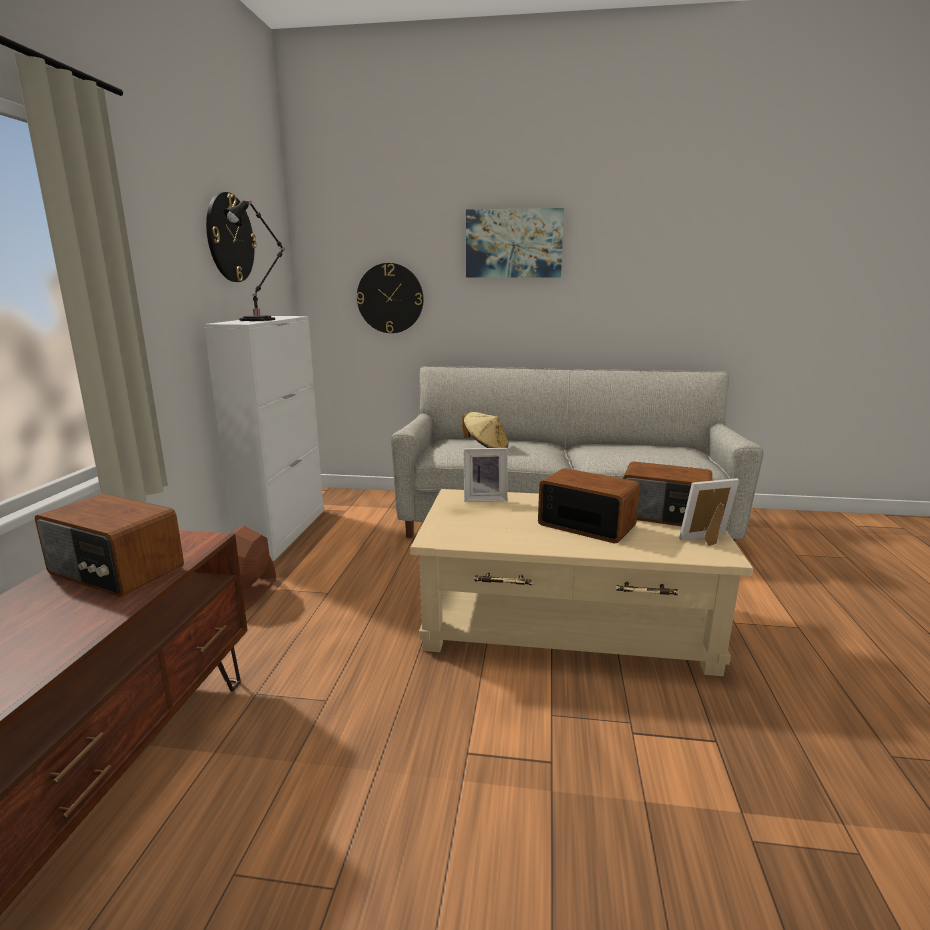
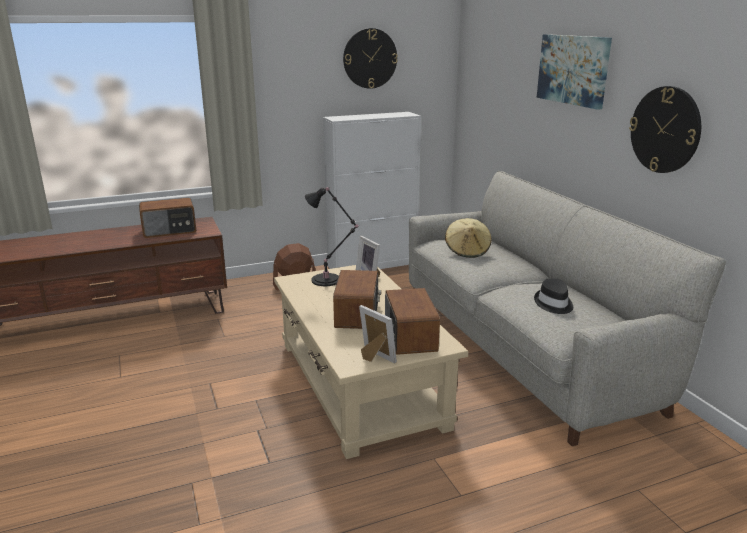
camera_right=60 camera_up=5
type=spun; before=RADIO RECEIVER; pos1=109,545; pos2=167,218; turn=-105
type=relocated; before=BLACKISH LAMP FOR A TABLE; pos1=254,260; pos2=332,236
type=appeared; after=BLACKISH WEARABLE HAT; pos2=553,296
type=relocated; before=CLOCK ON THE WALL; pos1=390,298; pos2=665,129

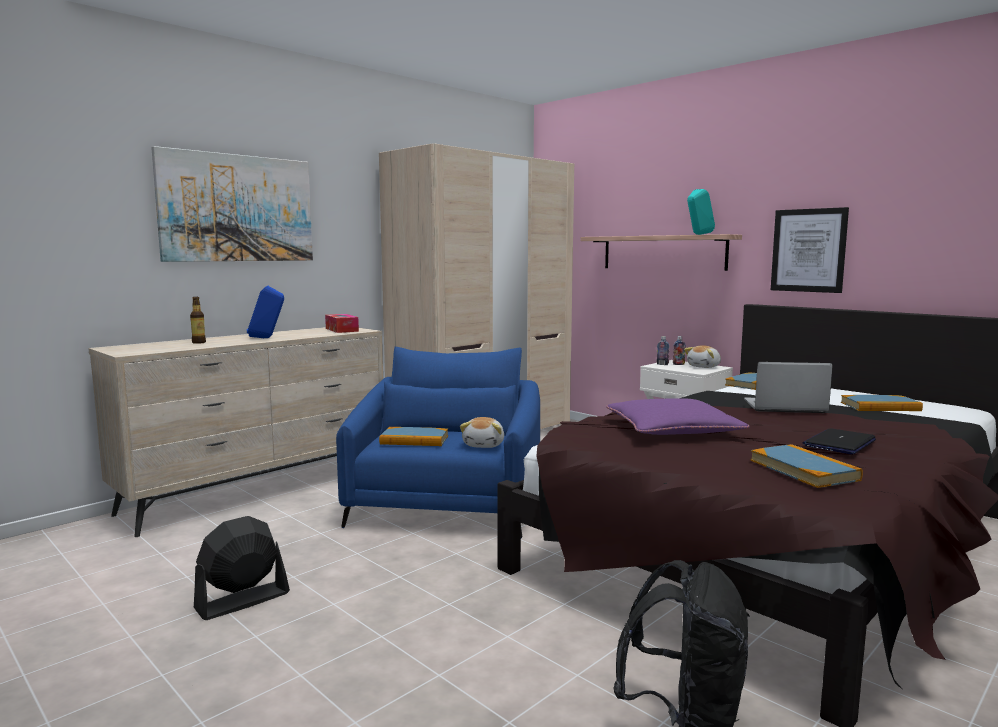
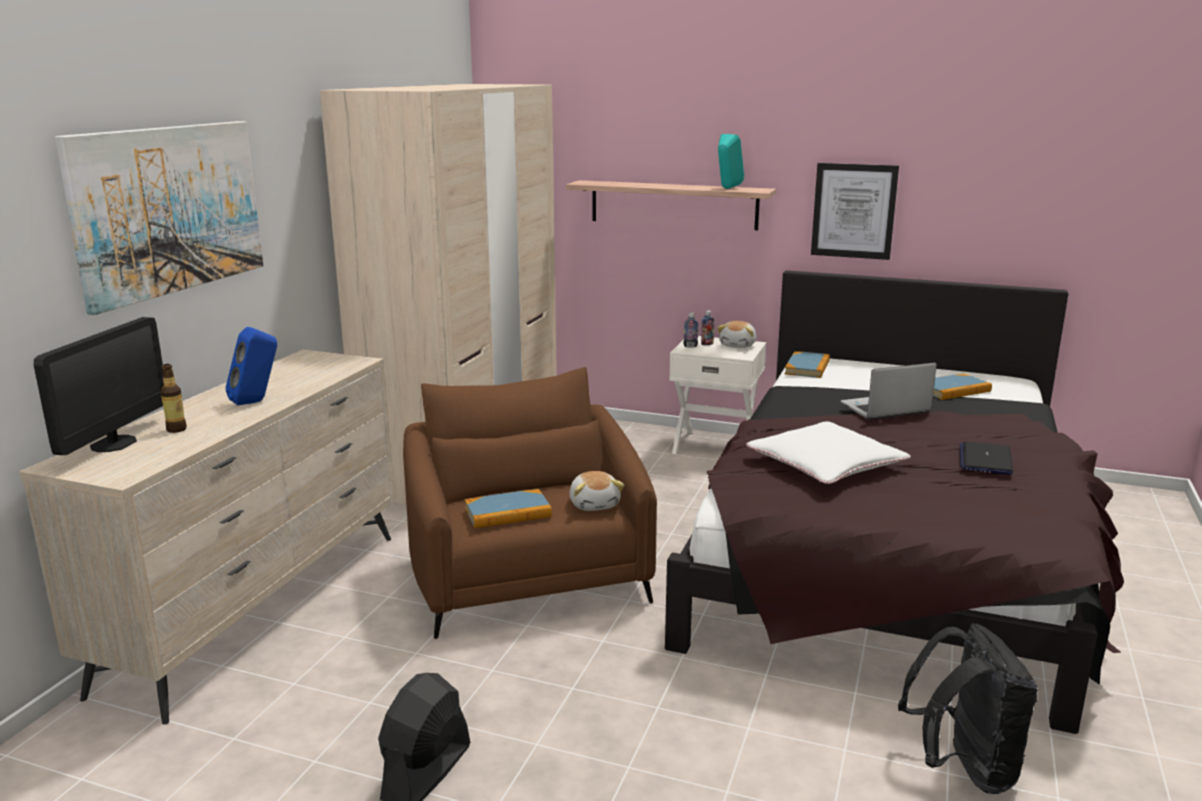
camera_right=-25 camera_up=10
type=appeared; after=COMPUTER SCREEN; pos2=99,386
type=colour; before=BLUE LOUNGE CHAIR; after=BROWN-COLOURED LOUNGE CHAIR; pos1=438,443; pos2=530,503
type=colour; before=PURPLE THROW PILLOW; after=WHITISH THROW PILLOW; pos1=677,416; pos2=828,452
type=missing; before=TISSUE HOLDER; pos1=342,323
type=missing; before=BOUND BOOK; pos1=806,466

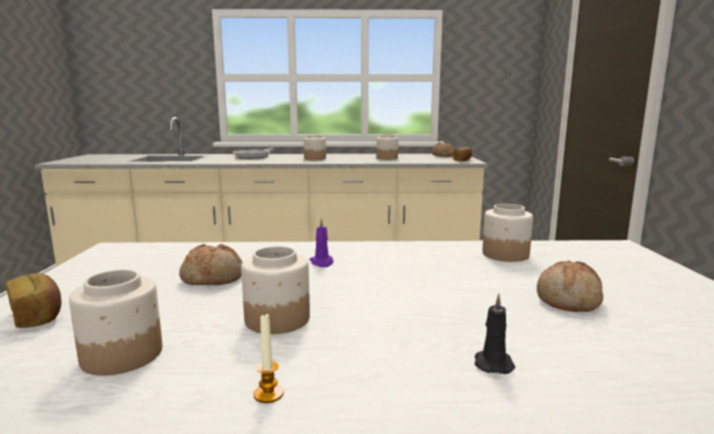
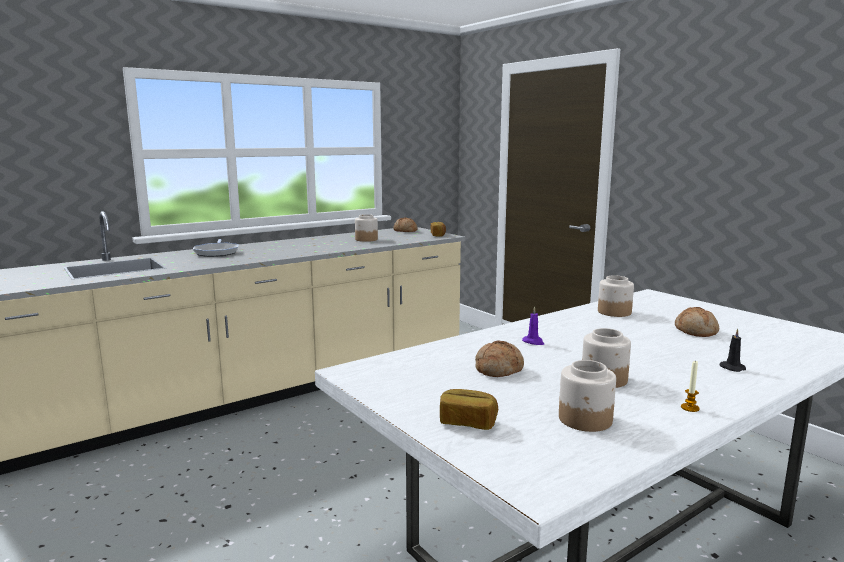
camera_right=-35 camera_up=0
type=missing; before=PRESERVE JAR; pos1=315,147

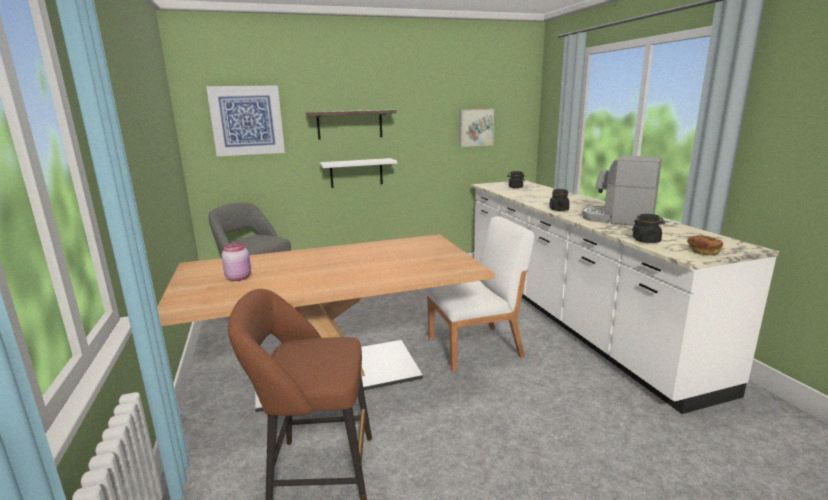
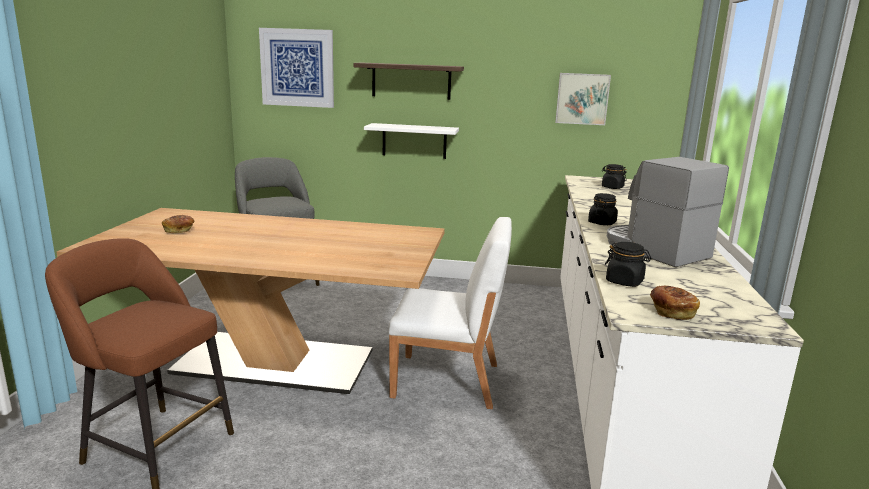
camera_right=25 camera_up=0
type=exchanged; before=PINKISH PRESERVE JAR; after=BAKED BREAD; pos1=236,262; pos2=178,224

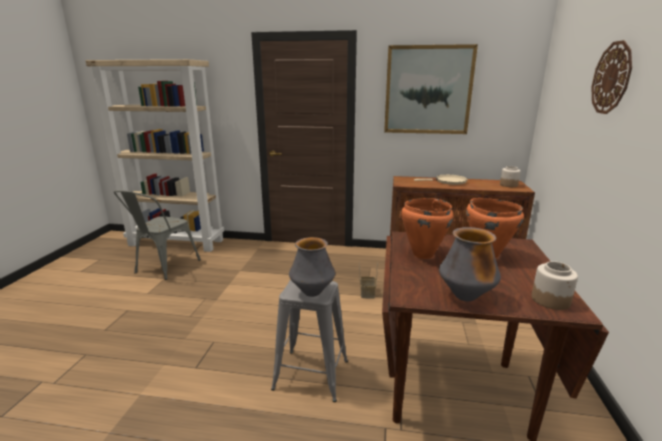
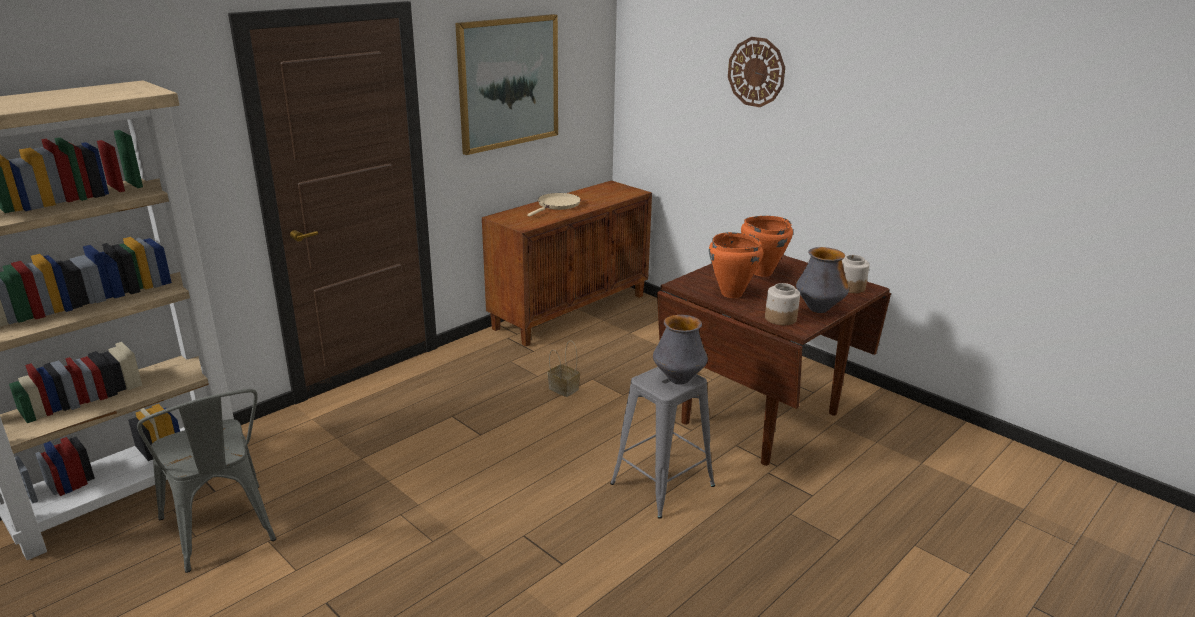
camera_right=-55 camera_up=5
type=relocated; before=PRESERVE JAR; pos1=510,176; pos2=782,304

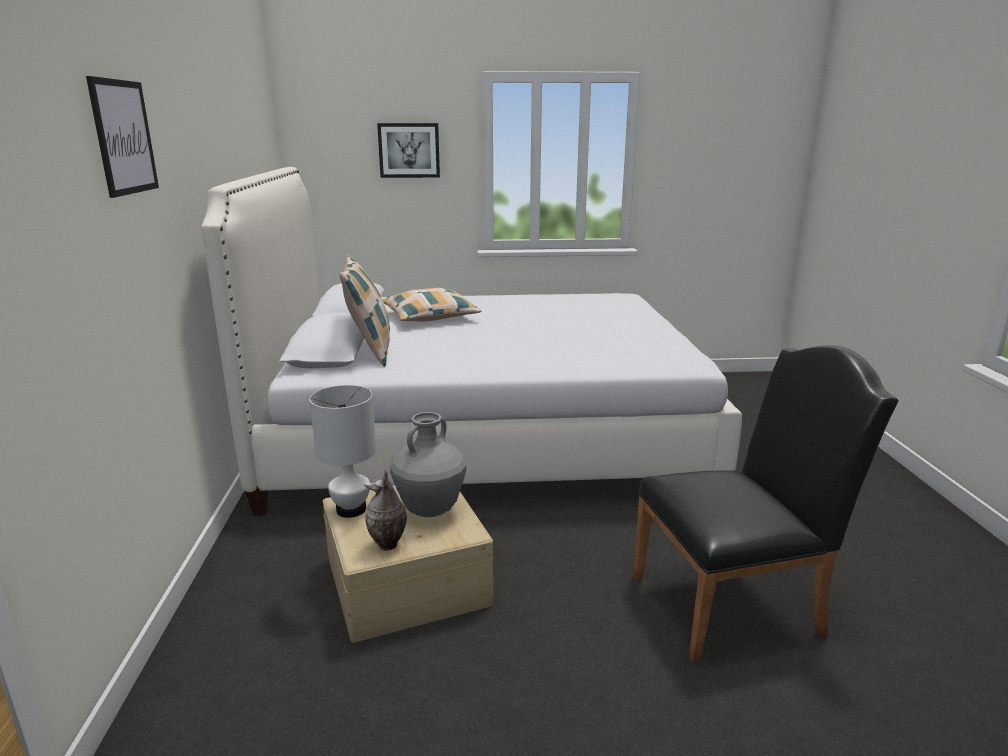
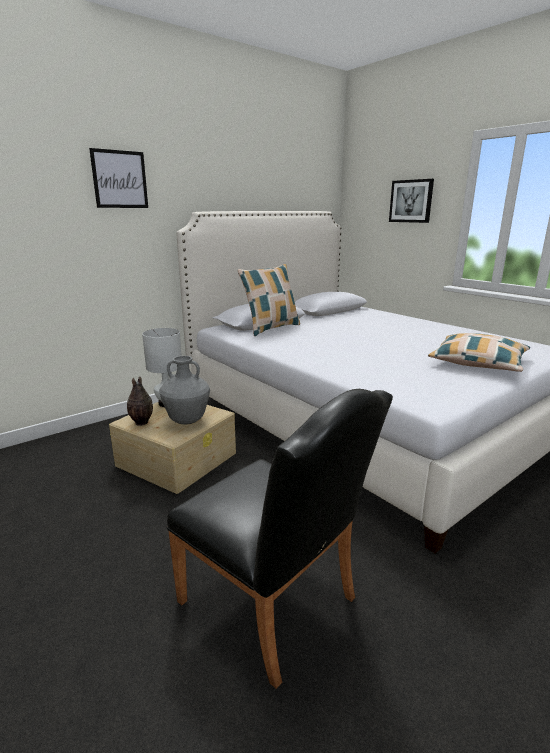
camera_right=55 camera_up=0
type=relocated; before=THROW PILLOW; pos1=432,305; pos2=479,352

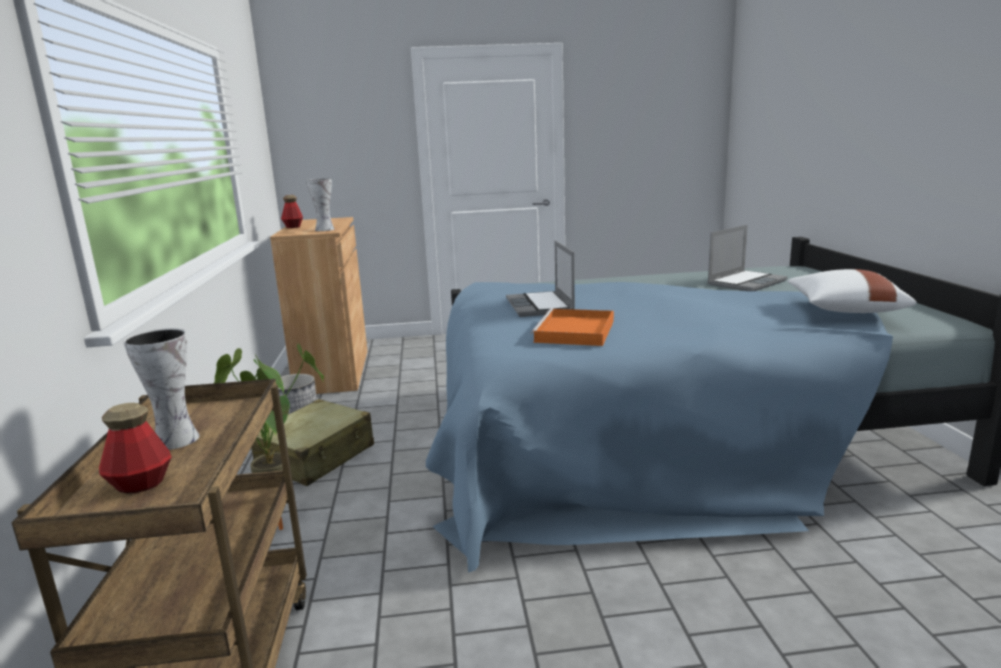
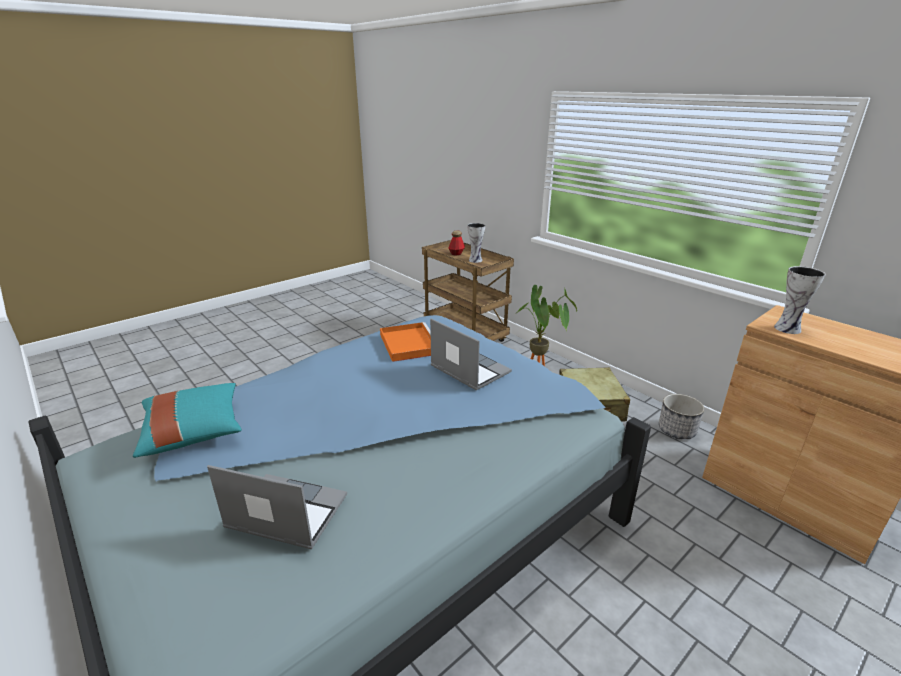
camera_right=145 camera_up=10
type=colour; before=WHITISH THROW PILLOW; after=TURQUOISE-COLOURED THROW PILLOW; pos1=851,291; pos2=187,420
type=spun; before=LAPTOP; pos1=747,258; pos2=277,507; turn=90
type=missing; before=DRINK BOTTLE; pos1=292,211

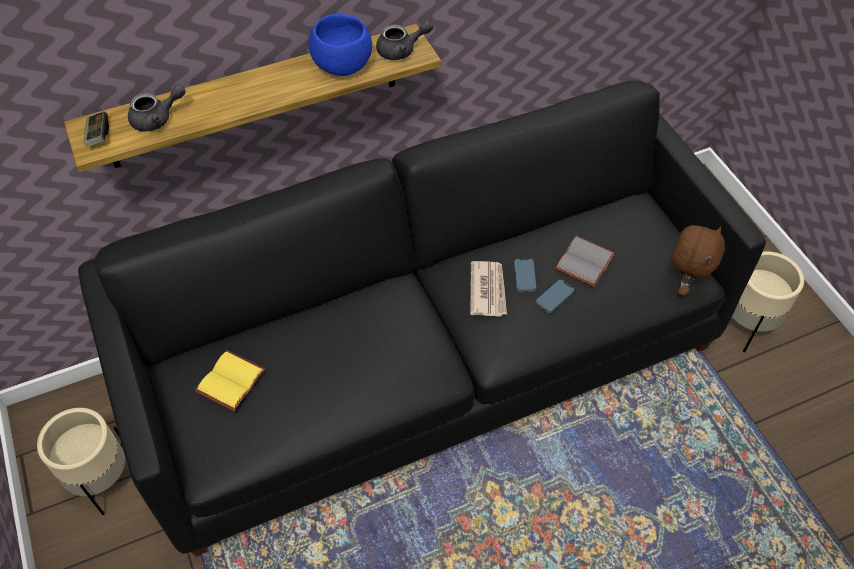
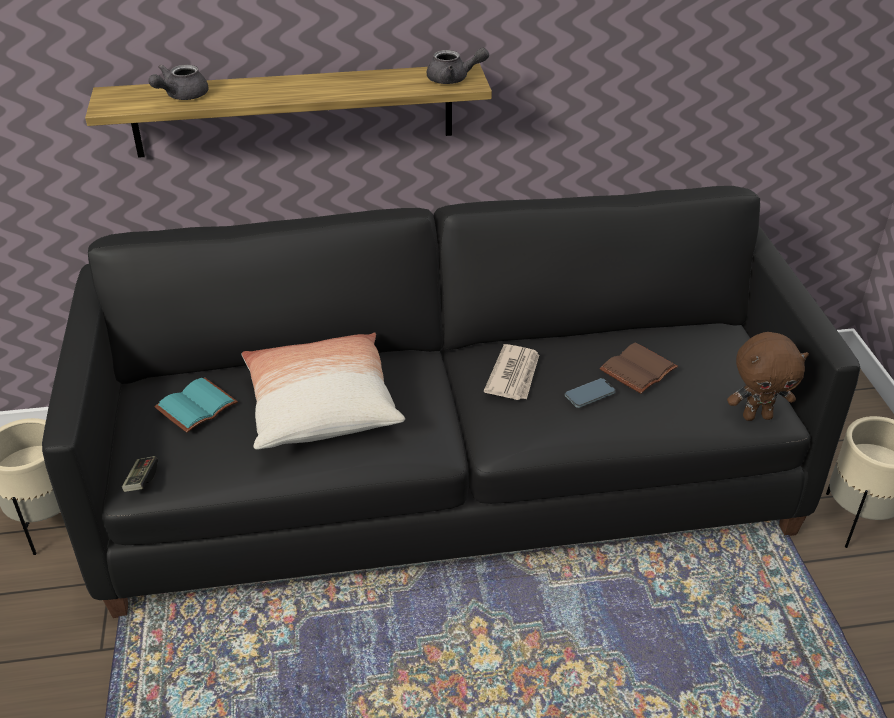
camera_right=15 camera_up=-15
type=relocated; before=GAME CONTROLLER; pos1=96,129; pos2=140,474
type=spun; before=GREYISH TEAPOT; pos1=157,108; pos2=178,82; turn=135
type=colour; before=YELLOW-COLOURED BOUND BOOK; after=TURQUOISE-COLOURED BOUND BOOK; pos1=230,380; pos2=196,405
type=appeared; after=THROW PILLOW; pos2=323,391
type=colour; before=GREYISH BOUND BOOK; after=BROWN-COLOURED BOUND BOOK; pos1=585,261; pos2=639,368
type=spun; before=BROWN-COLOURED SOFT TOY; pos1=698,260; pos2=768,376; turn=45
type=missing; before=BLUE DEEP DISH; pos1=340,45
type=missing; before=PHONE; pos1=525,275

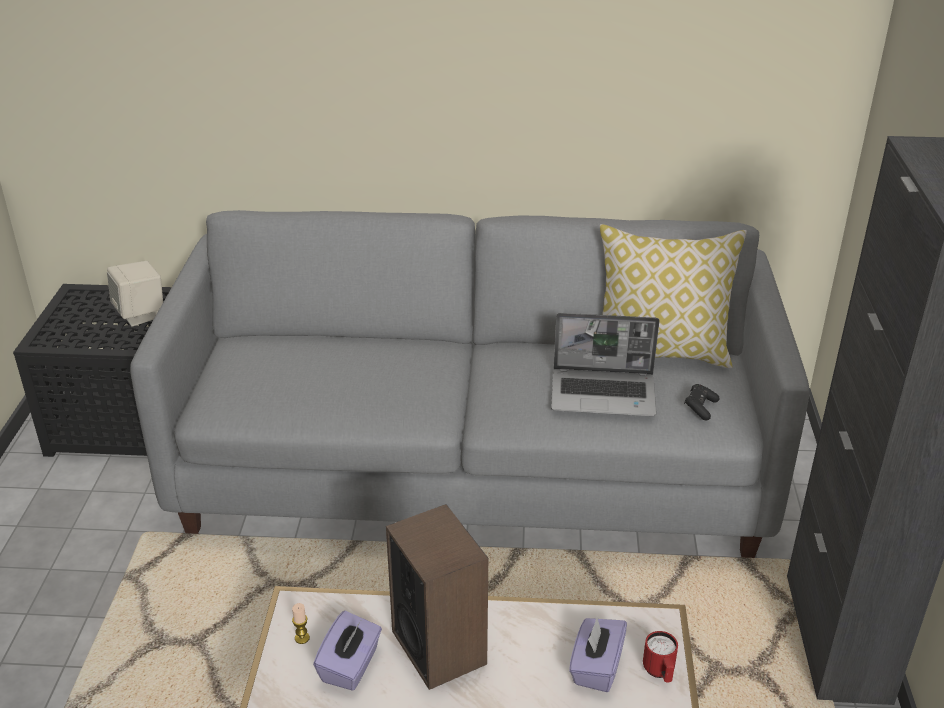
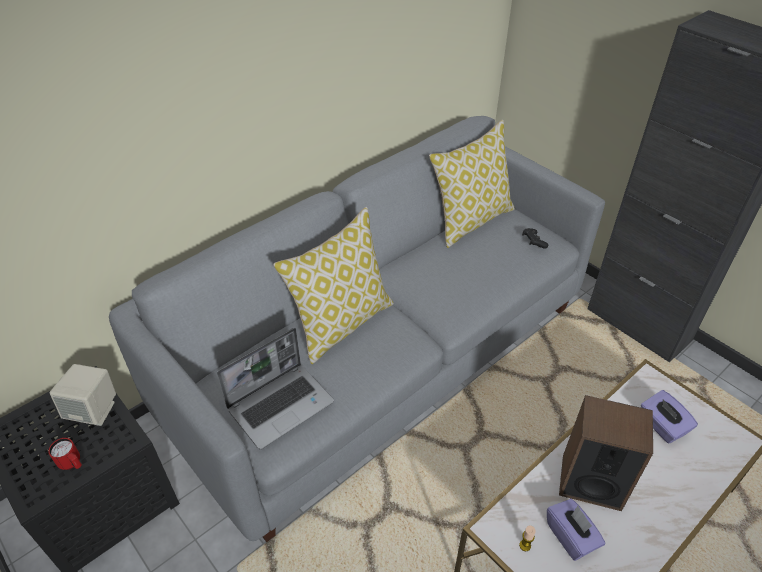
camera_right=-45 camera_up=10
type=relocated; before=RED-COLOURED TEA MUG; pos1=660,657; pos2=65,454
type=relocated; before=LAPTOP; pos1=605,364; pos2=275,388
type=appeared; after=THROW PILLOW; pos2=333,285

